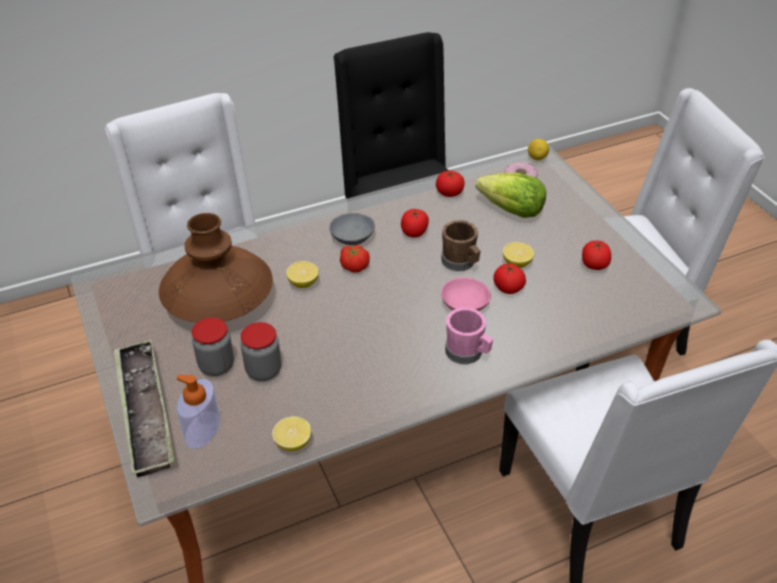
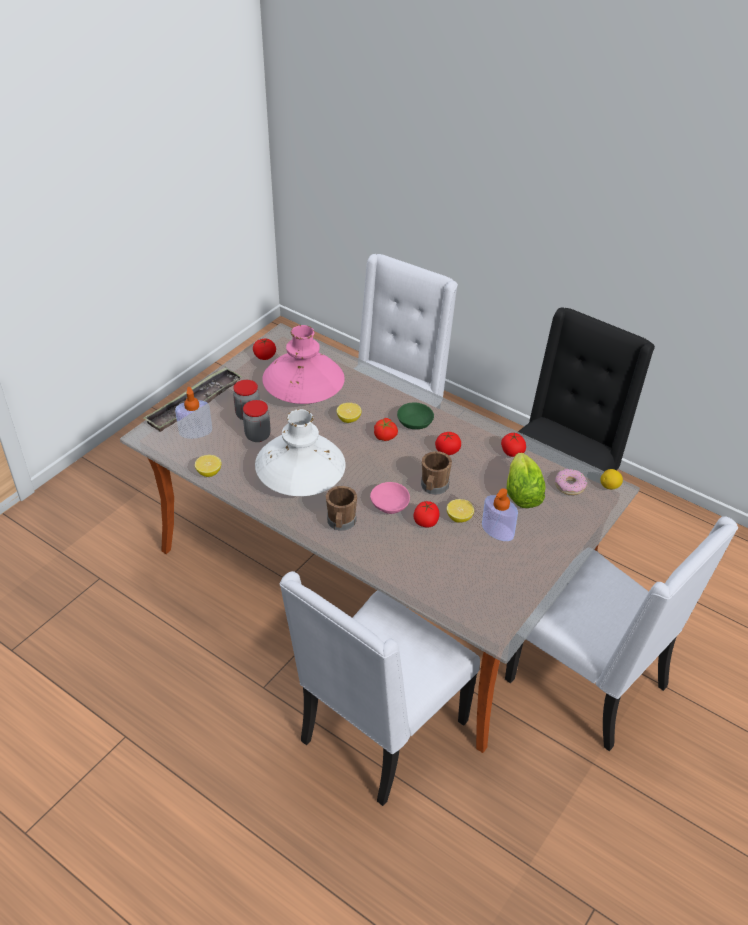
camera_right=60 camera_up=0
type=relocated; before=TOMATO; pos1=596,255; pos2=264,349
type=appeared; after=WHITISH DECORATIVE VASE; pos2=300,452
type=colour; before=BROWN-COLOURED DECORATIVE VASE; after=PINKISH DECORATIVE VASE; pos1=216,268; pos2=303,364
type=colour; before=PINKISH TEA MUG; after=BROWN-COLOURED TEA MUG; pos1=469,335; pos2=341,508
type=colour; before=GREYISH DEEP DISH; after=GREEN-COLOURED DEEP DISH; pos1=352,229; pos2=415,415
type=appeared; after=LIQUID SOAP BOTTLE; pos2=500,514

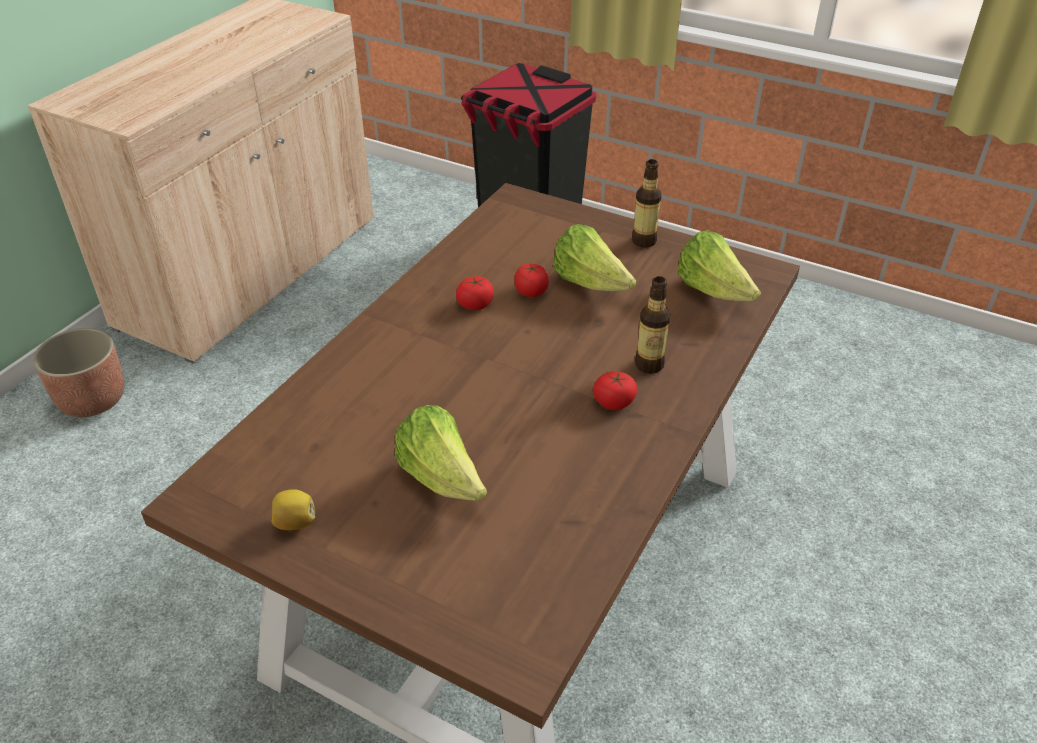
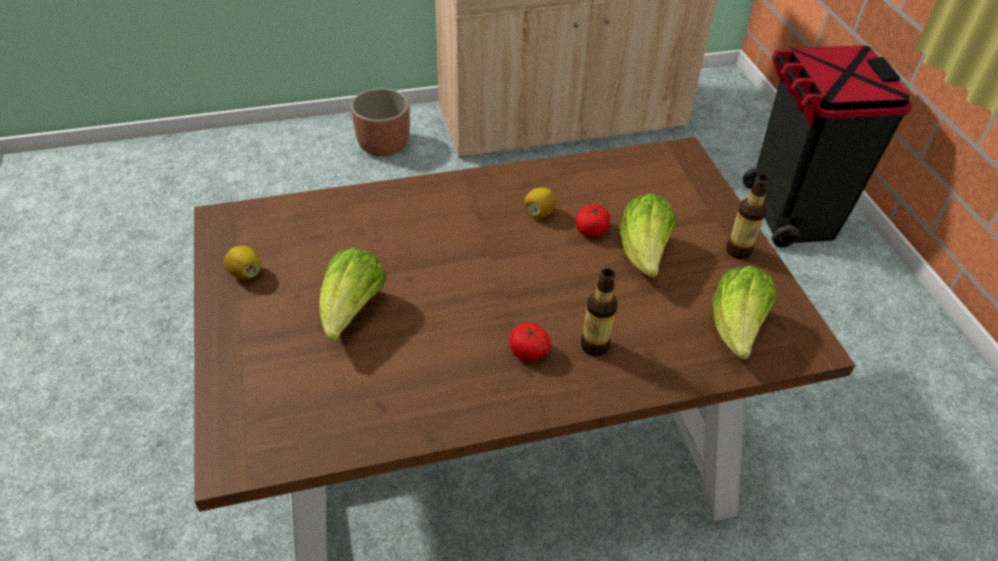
camera_right=45 camera_up=5
type=exchanged; before=TOMATO; after=CITRUS FRUIT; pos1=475,293; pos2=540,203

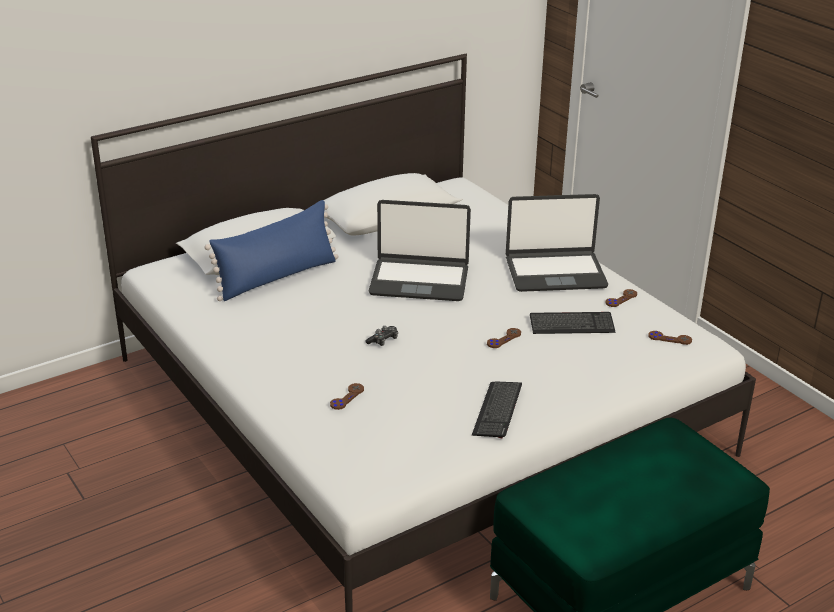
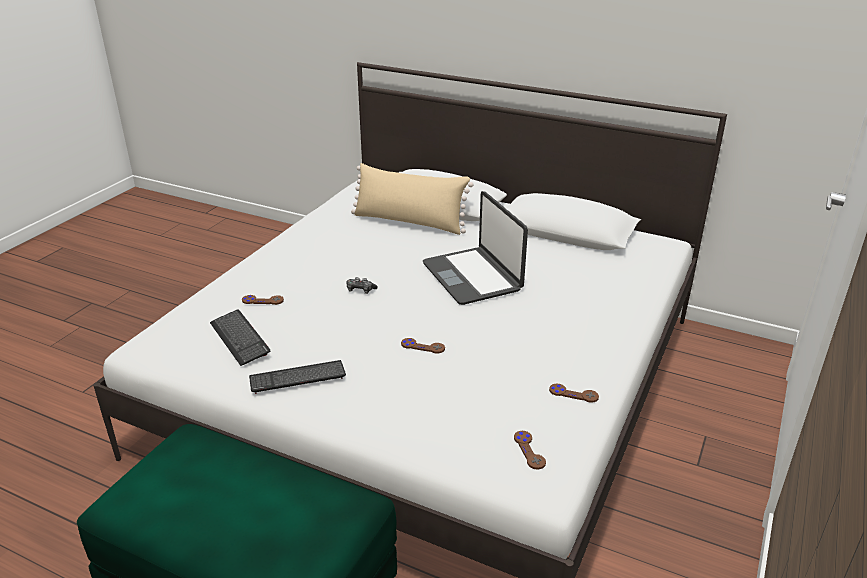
camera_right=60 camera_up=0
type=relocated; before=KEYBOARD; pos1=572,323; pos2=240,338
type=colour; before=BLUE THROW PILLOW; after=SAND-COLOURED THROW PILLOW; pos1=271,250; pos2=412,199
type=missing; before=LAPTOP; pos1=557,243

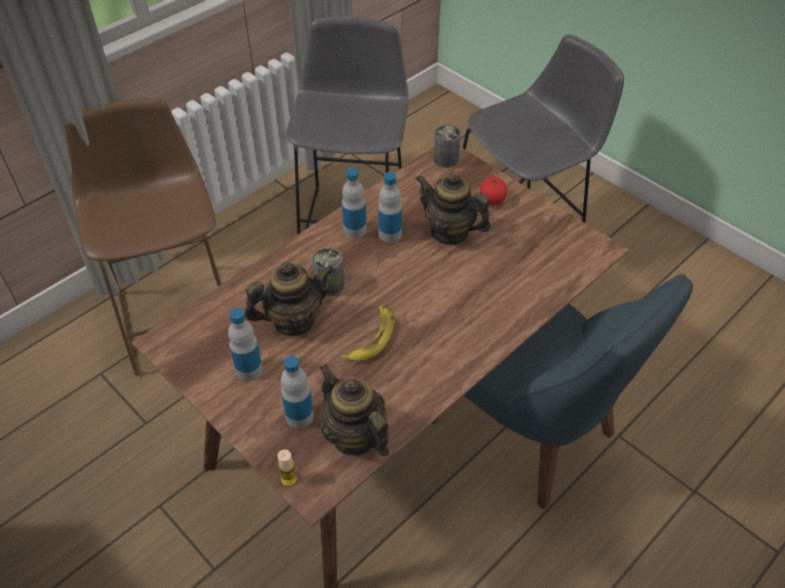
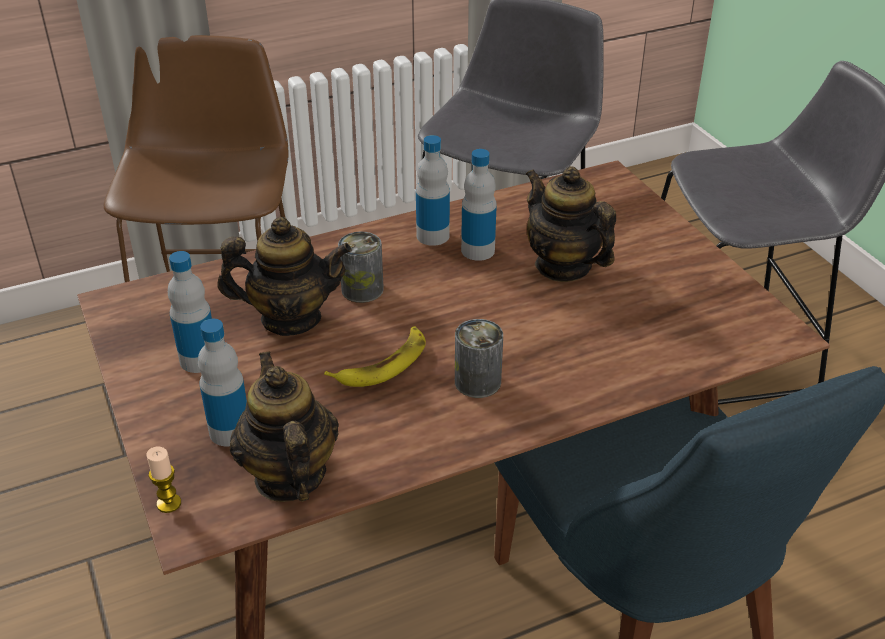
camera_right=20 camera_up=-10
type=relocated; before=SEALED CAN; pos1=447,146; pos2=479,358
type=missing; before=TOMATO; pos1=493,191

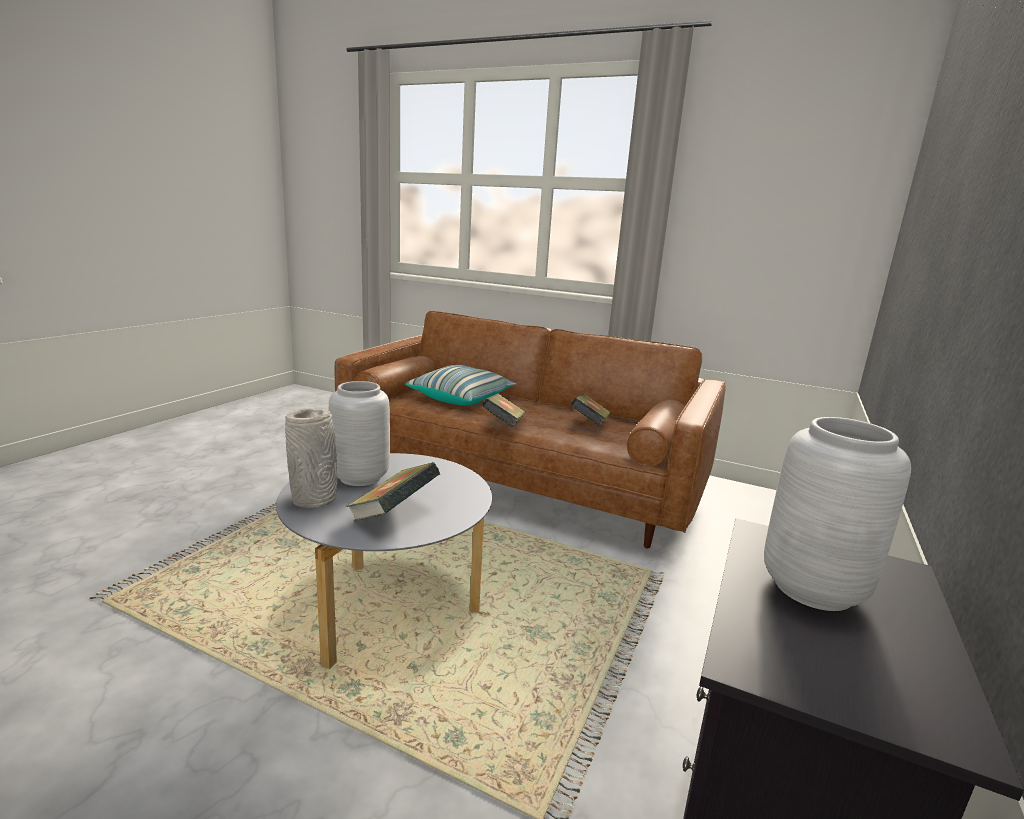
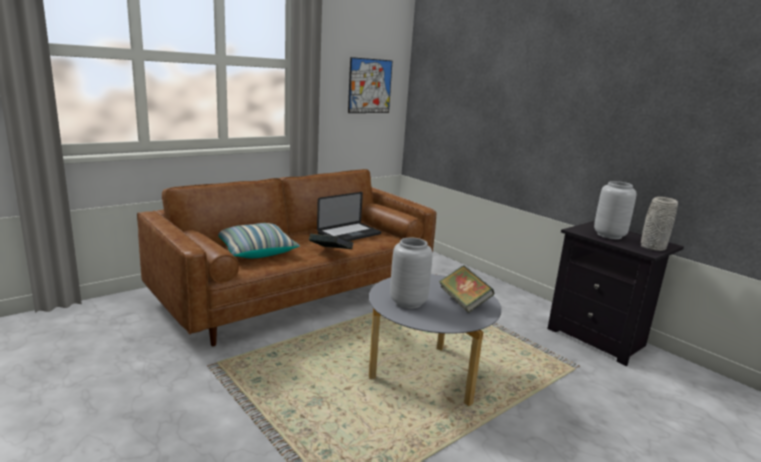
camera_right=-65 camera_up=0
type=exchanged; before=BOUND BOOK; after=LAPTOP; pos1=591,410; pos2=349,216
type=appeared; after=WALL PICTURE; pos2=370,85
type=relocated; before=GREYISH DECORATIVE VASE; pos1=311,458; pos2=659,224

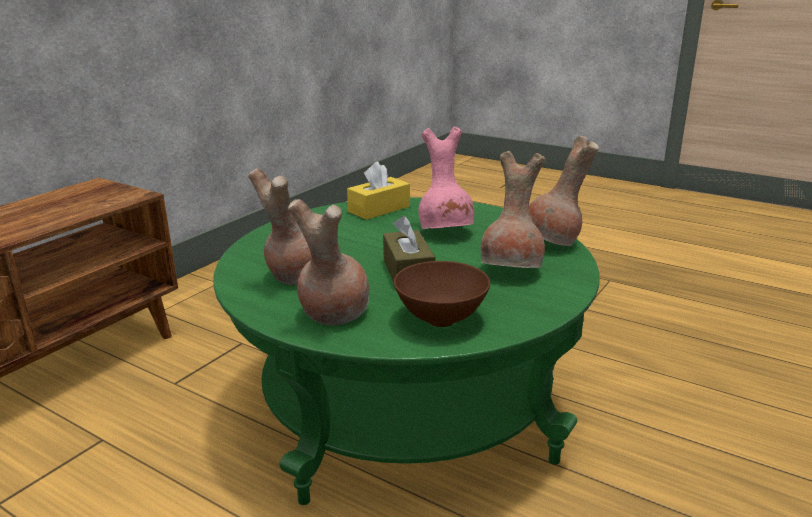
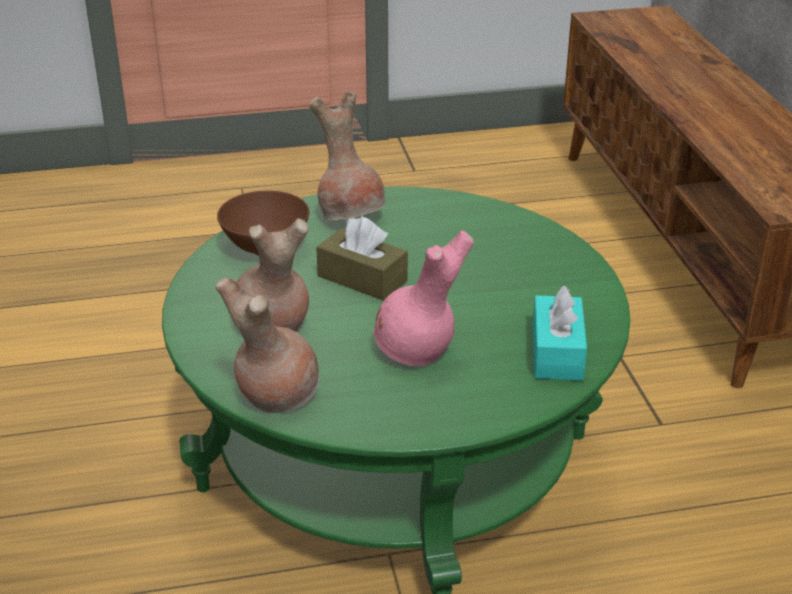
camera_right=135 camera_up=10
type=colour; before=YELLOW-COLOURED TISSUE HOLDER; after=TURQUOISE-COLOURED TISSUE HOLDER; pos1=378,191; pos2=559,332
type=missing; before=BROWN-COLOURED DECORATIVE VASE; pos1=279,226

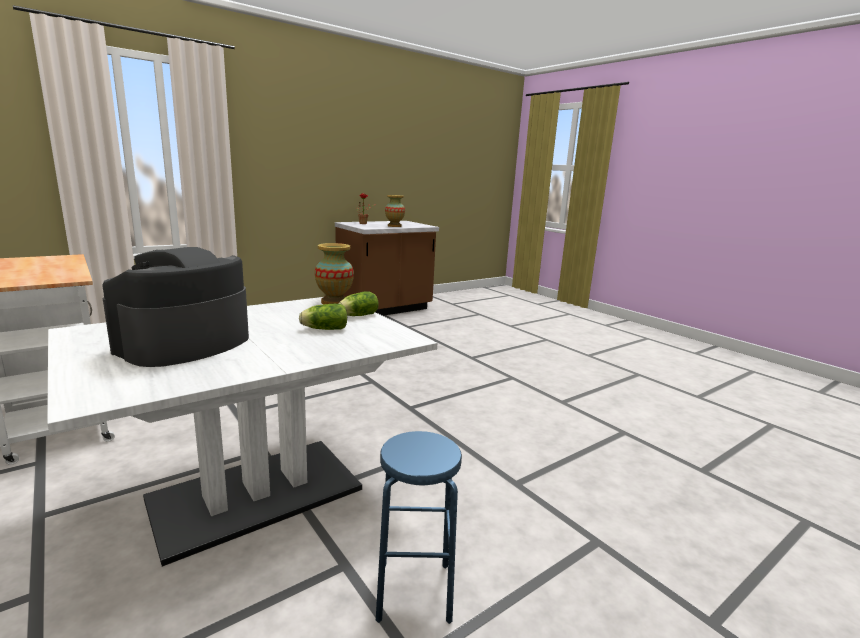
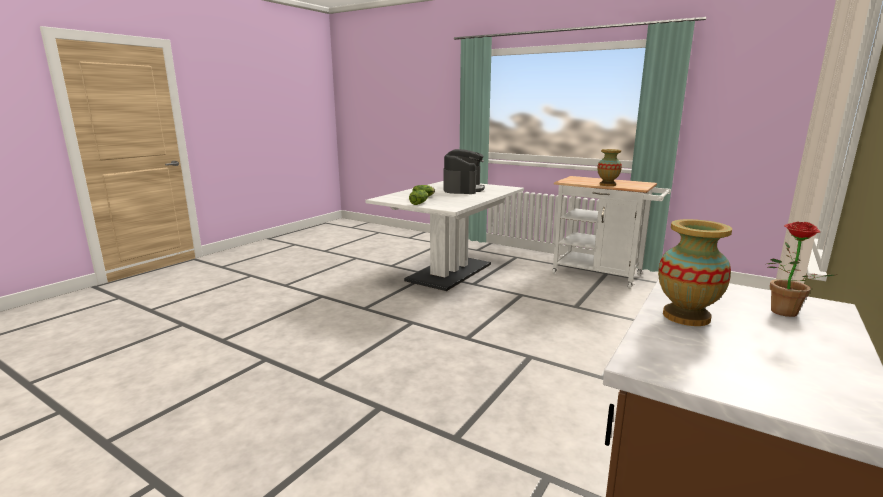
camera_right=160 camera_up=0
type=relocated; before=DECORATIVE VASE; pos1=334,273; pos2=609,167
type=missing; before=BLUE STOOL SEAT; pos1=419,527

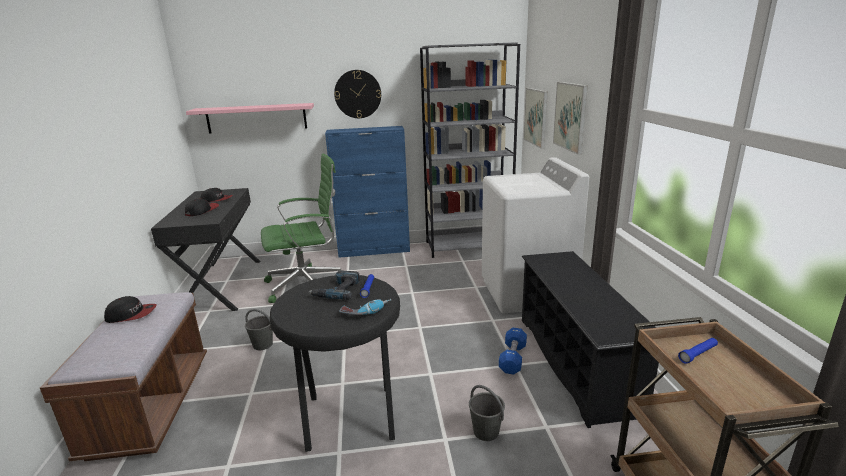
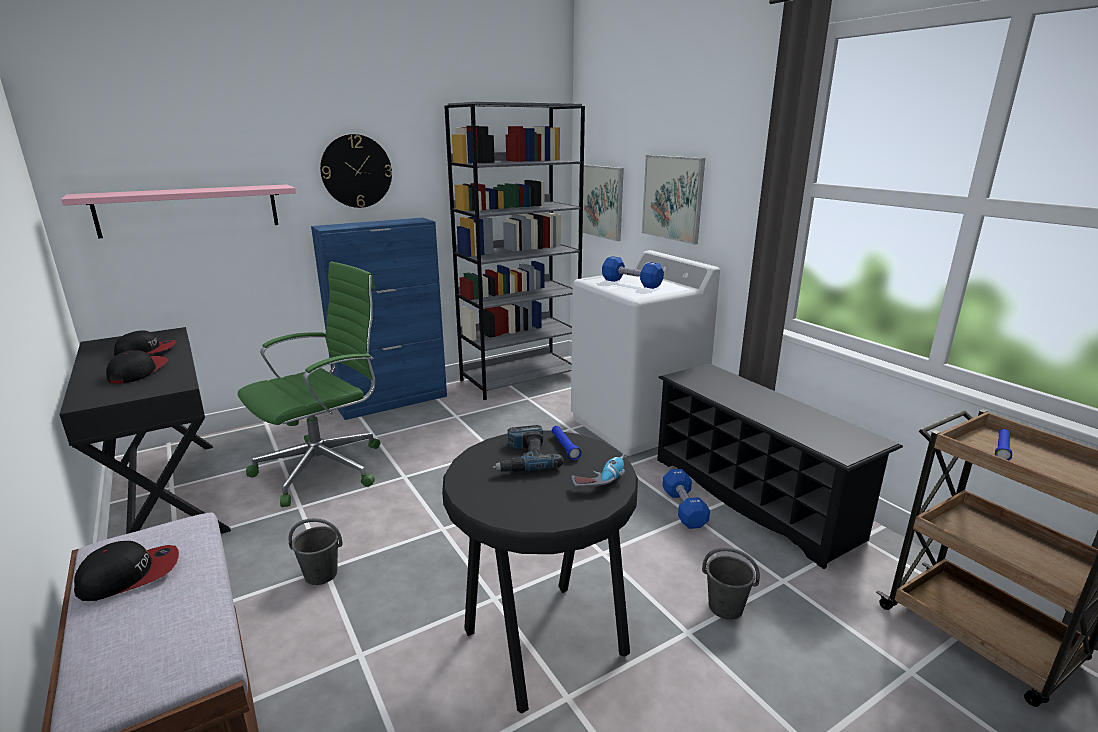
camera_right=-25 camera_up=0
type=appeared; after=BLUE HAND WEIGHT; pos2=633,272

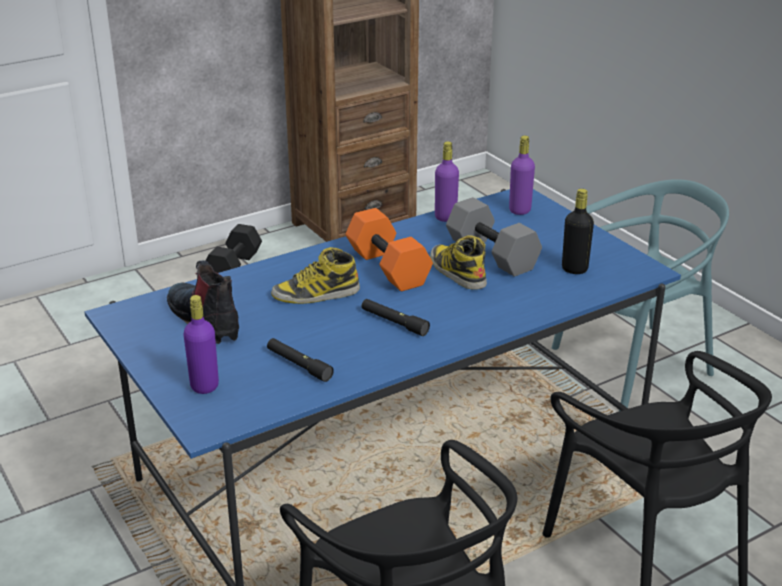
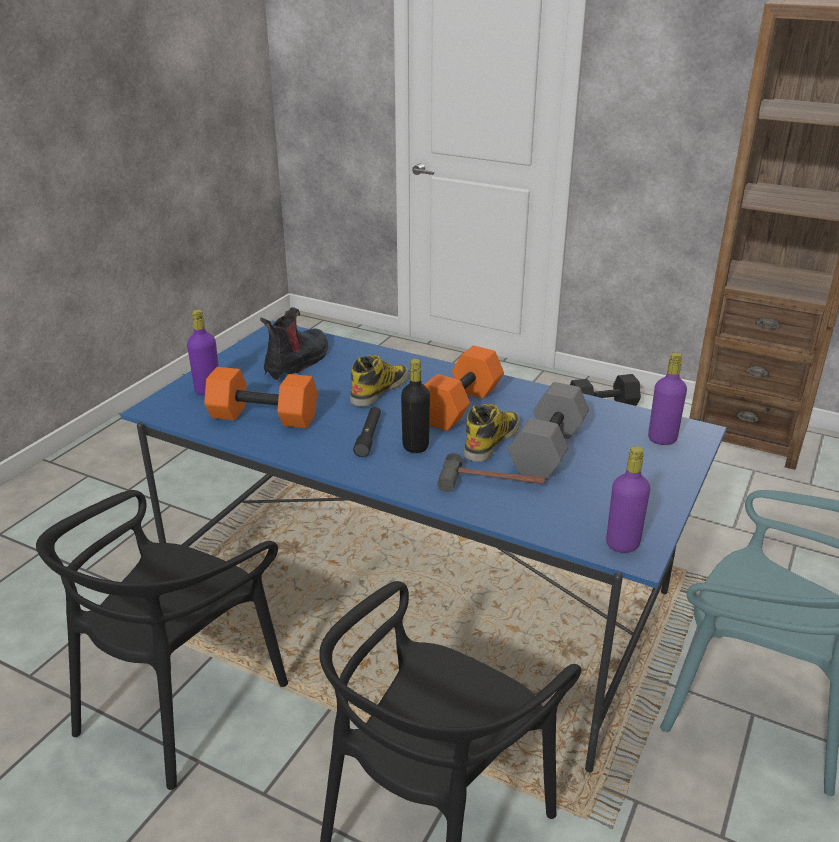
camera_right=60 camera_up=0
type=exchanged; before=BLACKISH FLASHLIGHT; after=ORANGE-COLOURED HAND WEIGHT; pos1=300,360; pos2=260,398
type=spun; before=TALL BOOT; pos1=315,275; pos2=379,381; turn=75
type=relocated; before=BLACKISH DRINK BOTTLE; pos1=578,231; pos2=415,406
type=appeared; after=HAND HAMMER; pos2=491,472
type=relocated; before=PURPLE DRINK BOTTLE; pos1=447,182; pos2=628,499

